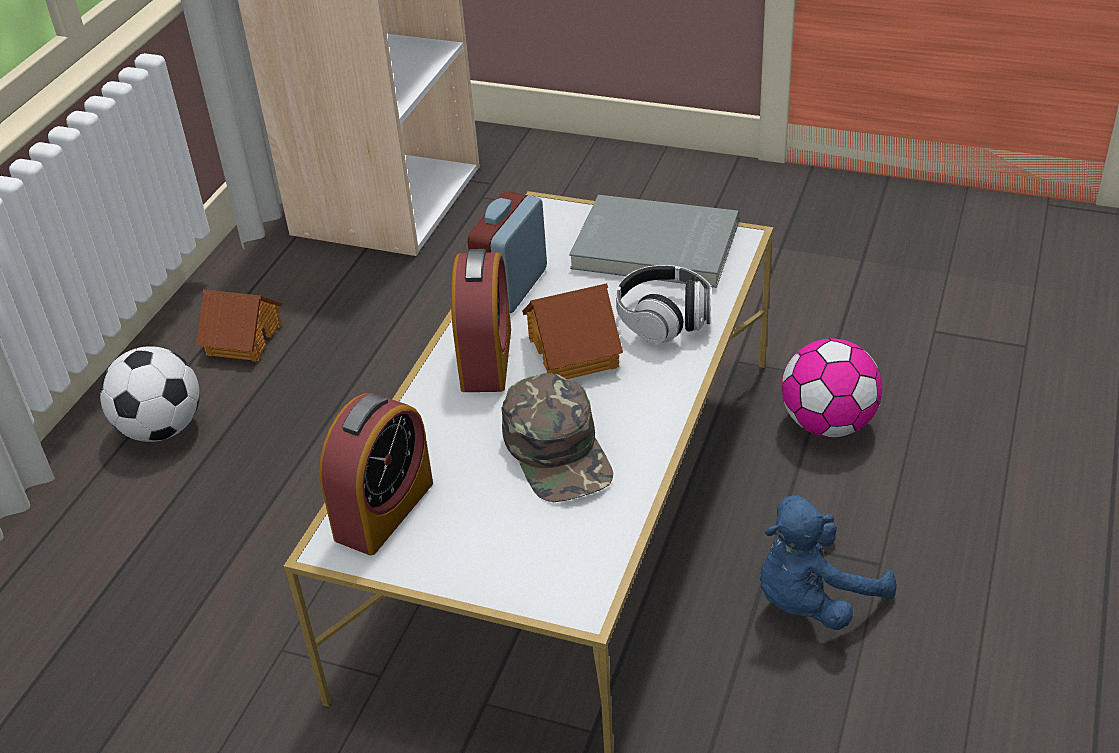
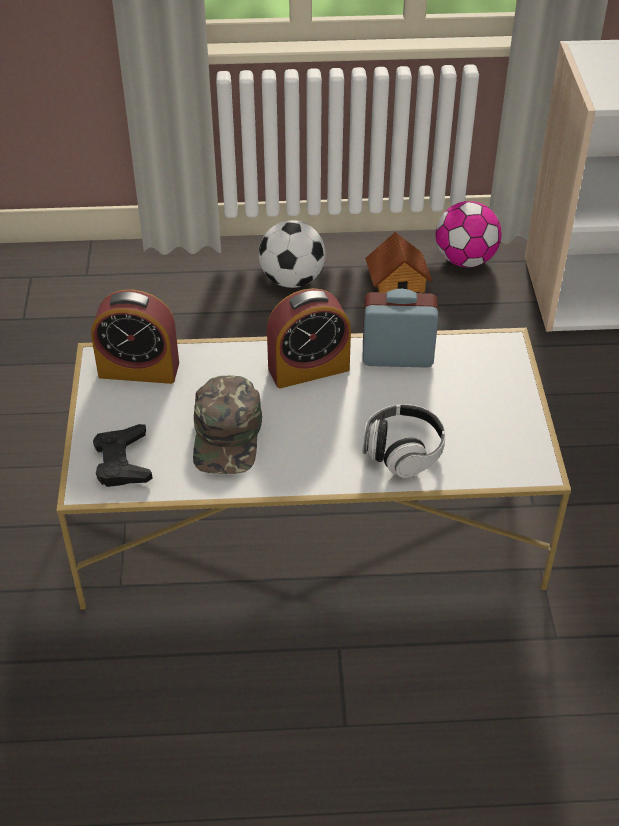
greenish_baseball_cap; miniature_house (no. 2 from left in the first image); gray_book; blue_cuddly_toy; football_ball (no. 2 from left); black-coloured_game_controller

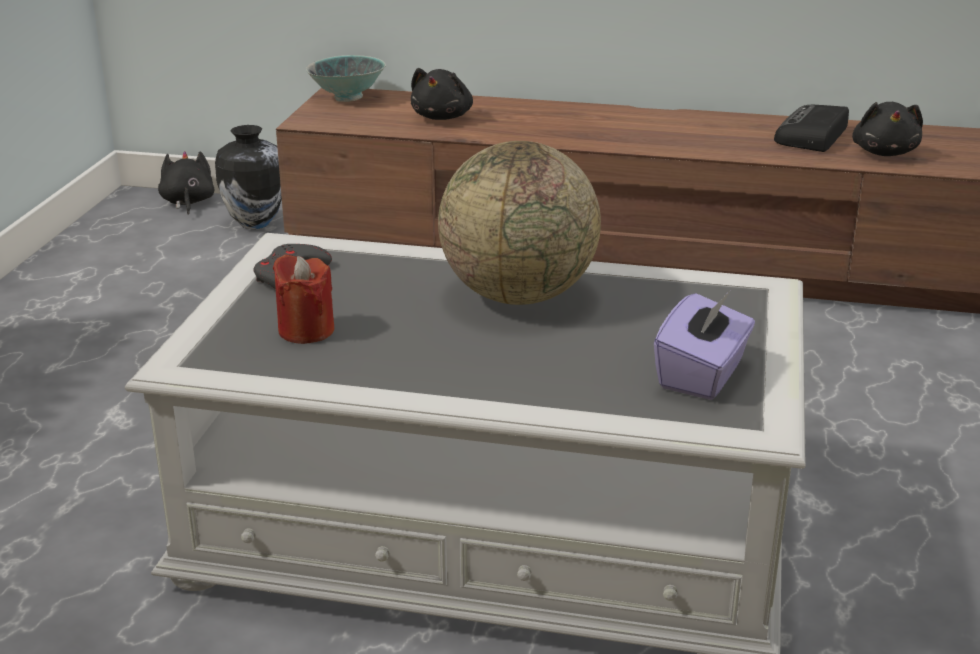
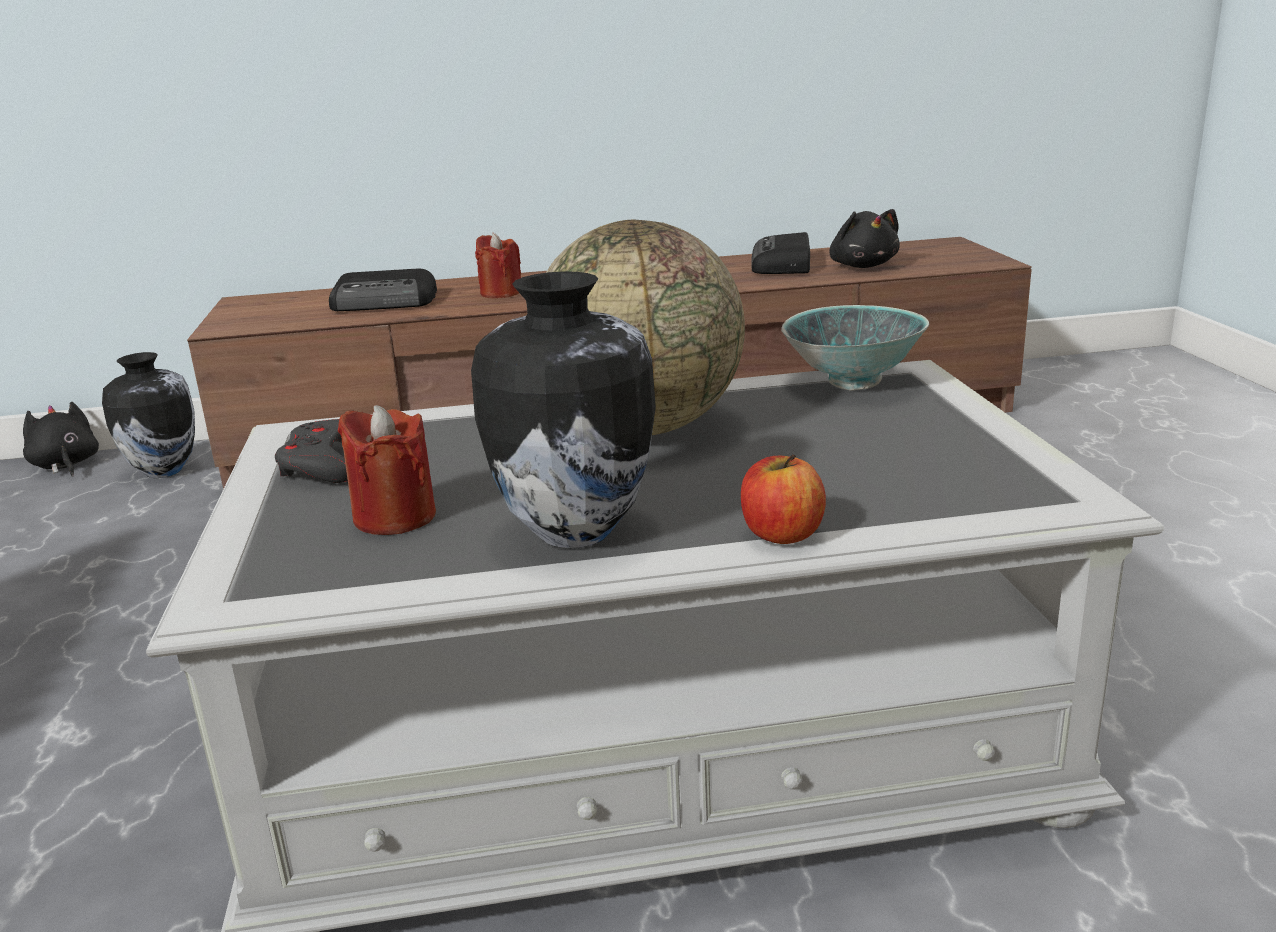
bowl; radio_receiver (no. 1 from left); purple_box_of_tissues; flower_vase (no. 2 from left); red-coloured_wax_light (no. 2 from left); whole_apple

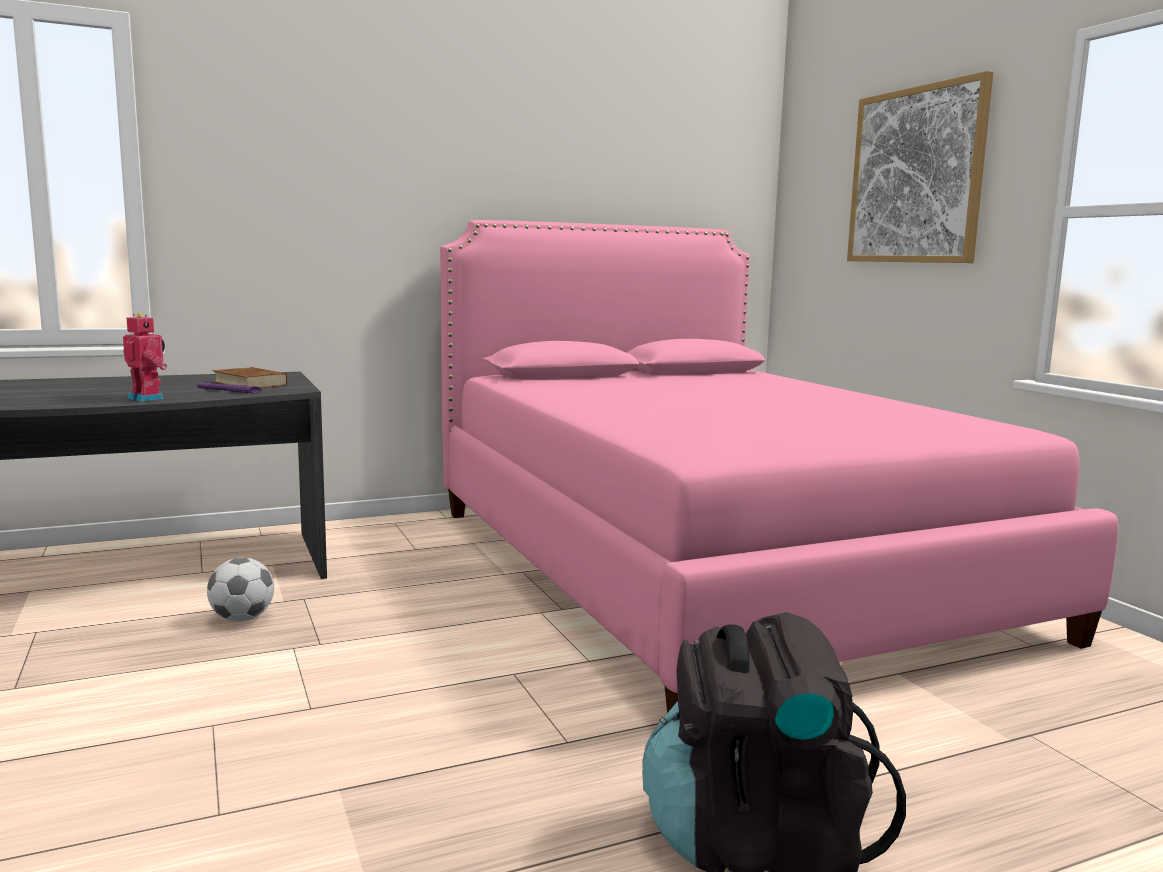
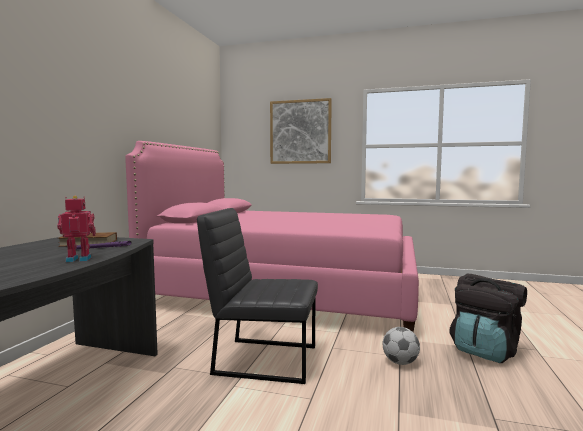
football_ball; gray_chair

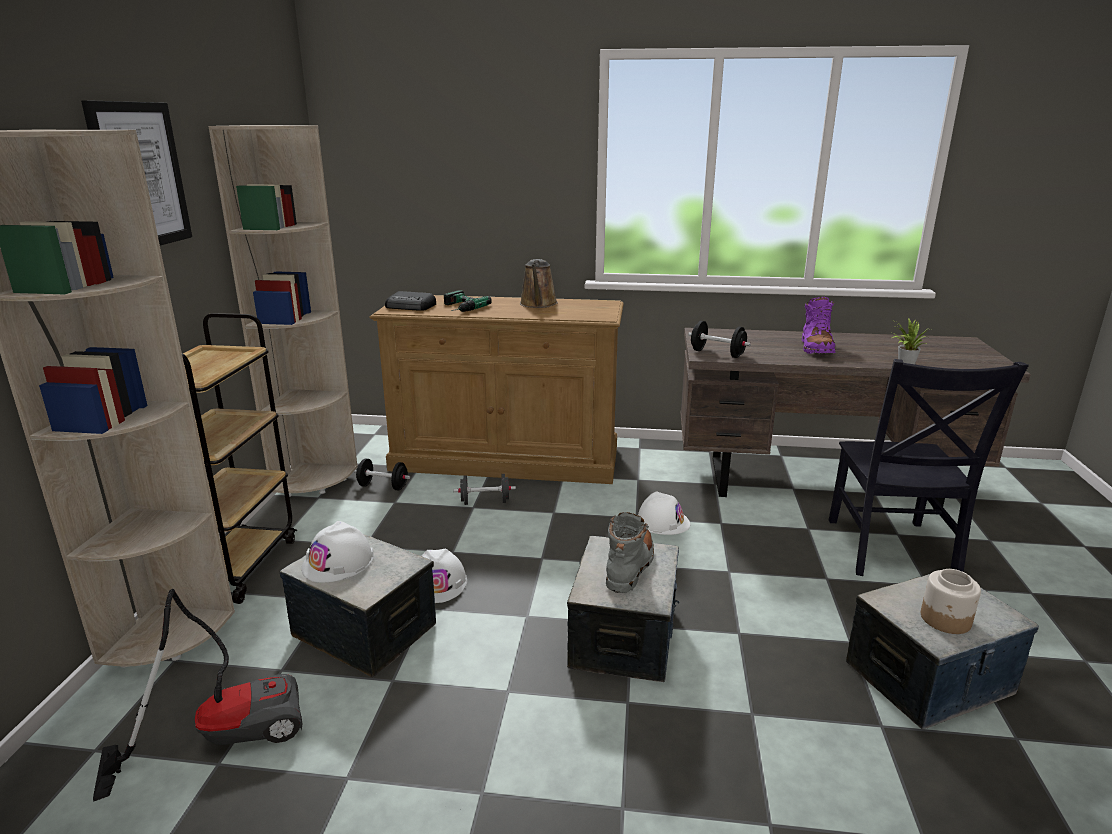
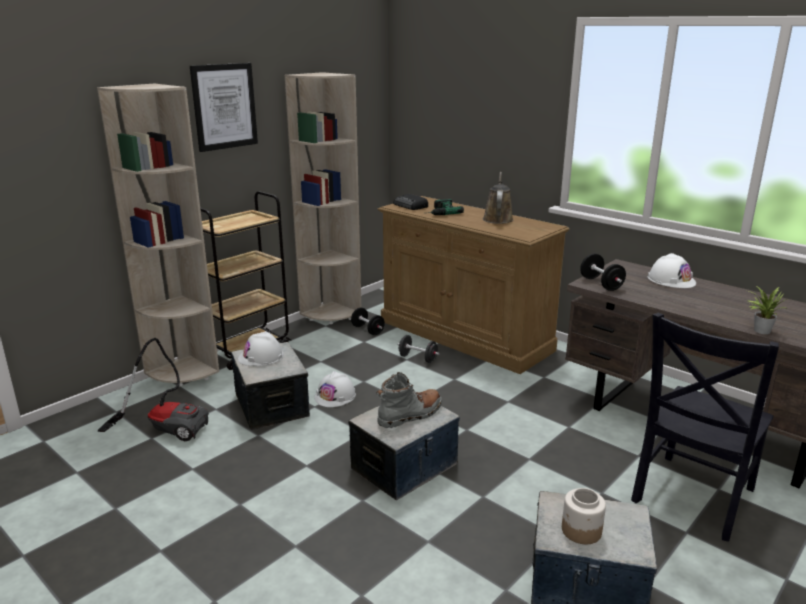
brown_watering_can; whitish_work_helmet (no. 3 from left); purple_tall_boot

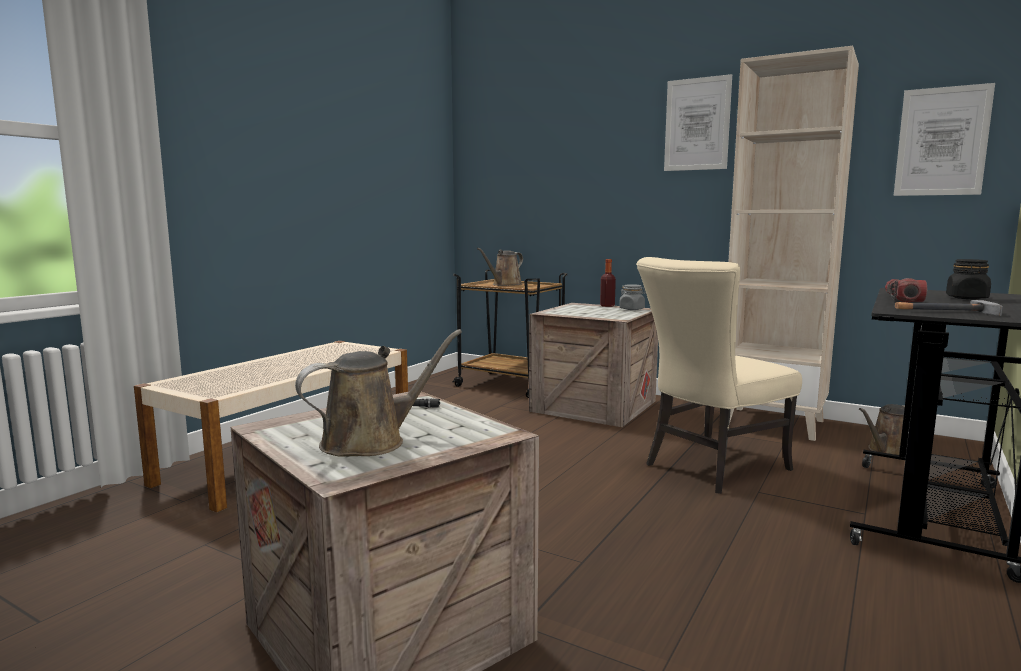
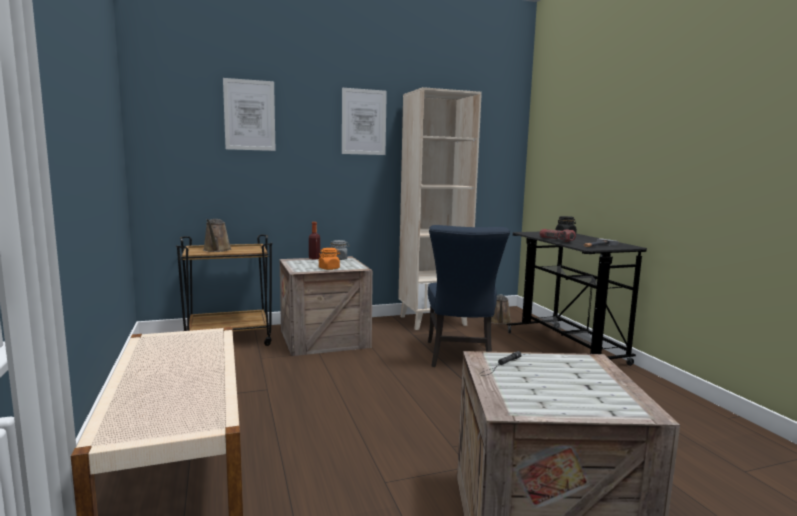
brown_watering_can (no. 1 from left in the first image); blue_chair; picture (no. 1 from left); orangey_storage_jar

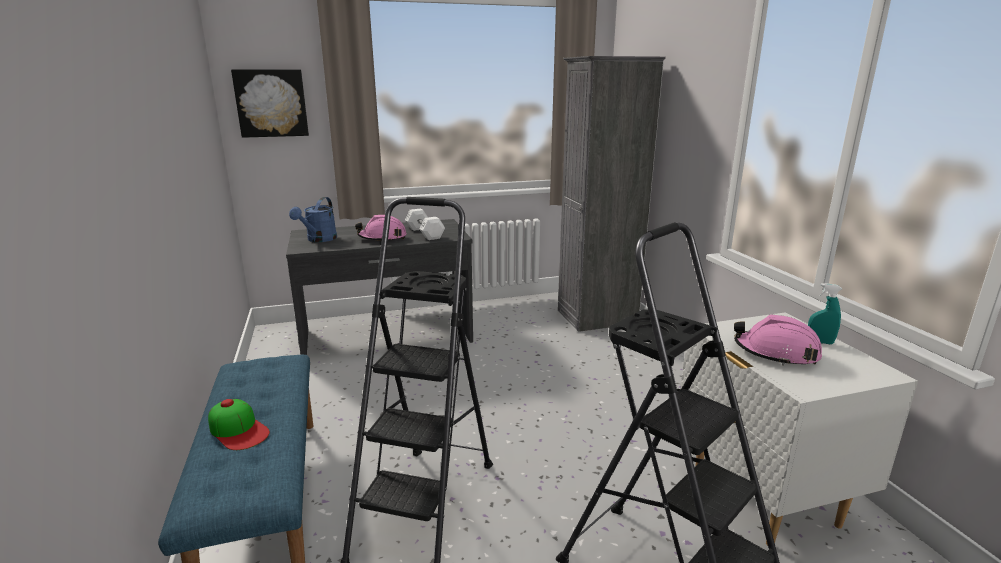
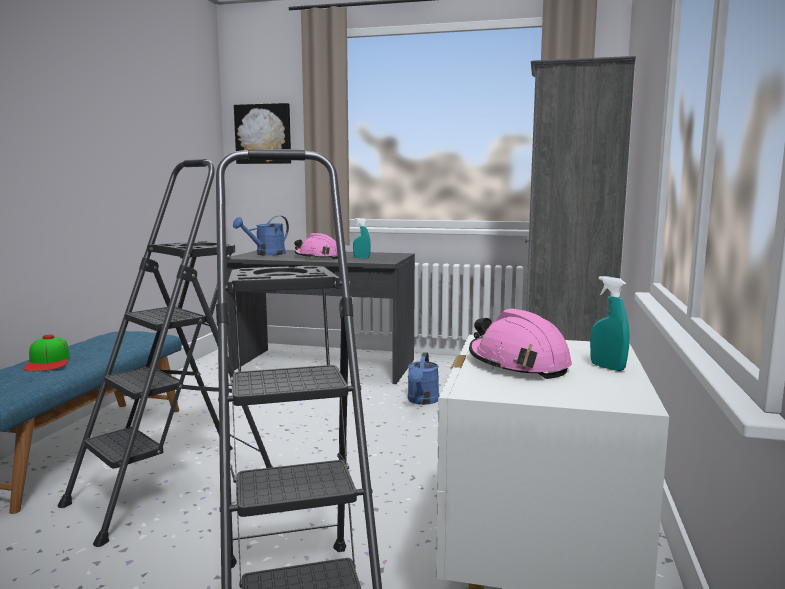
blue-green_spray_bottle (no. 1 from left); blue_watering_can (no. 2 from left)

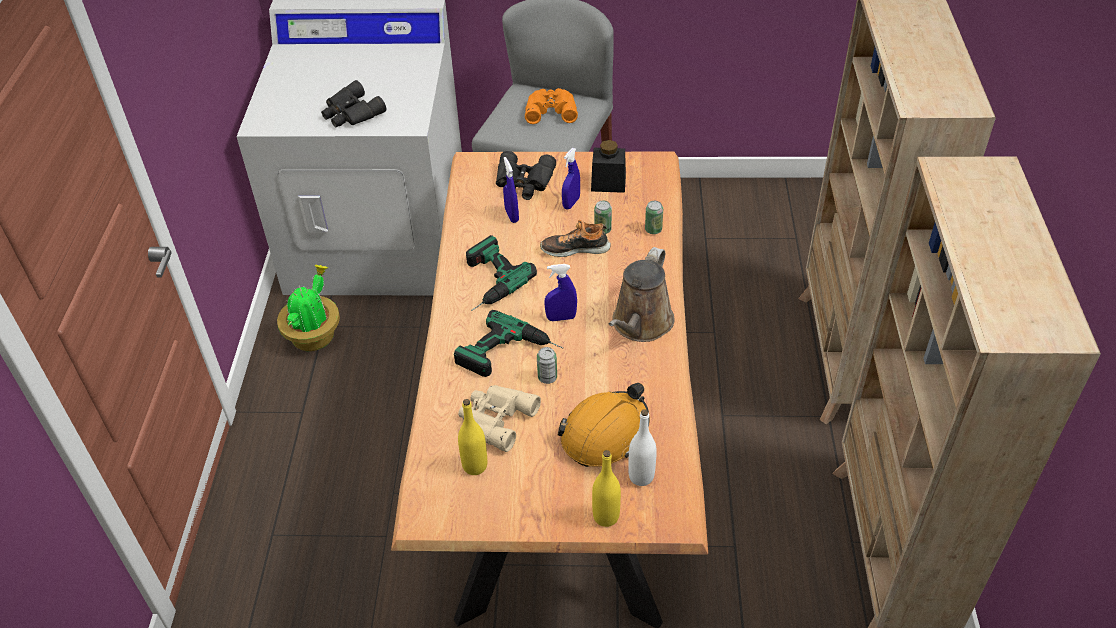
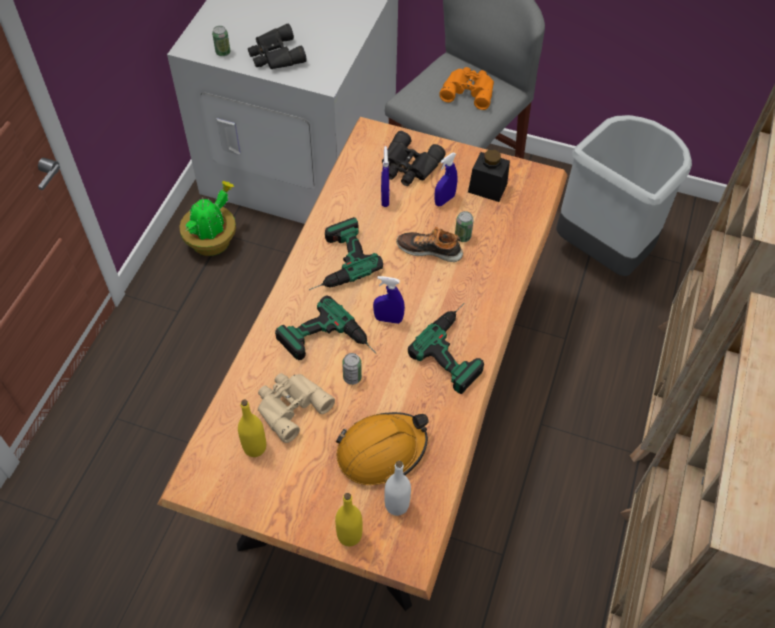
electric_drill (no. 3 from left); can (no. 1 from left); gray_rubbish_bin

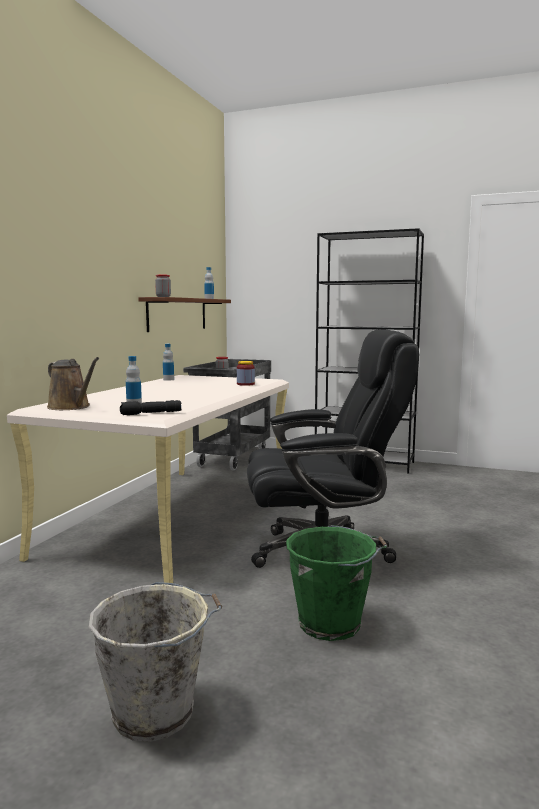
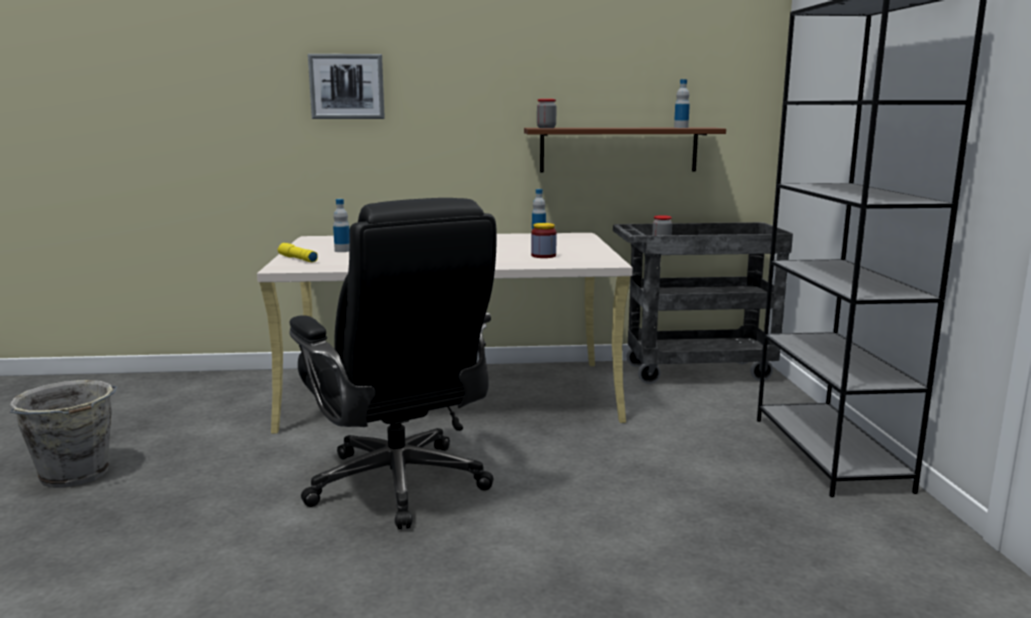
brown_watering_can; yellow-coloured_hand_torch; greenish_pail; picture

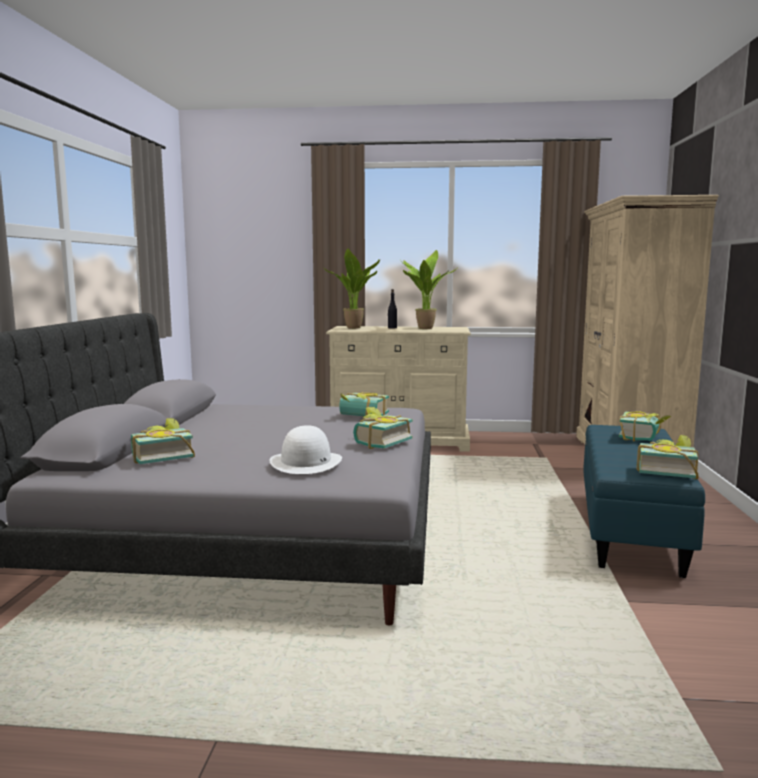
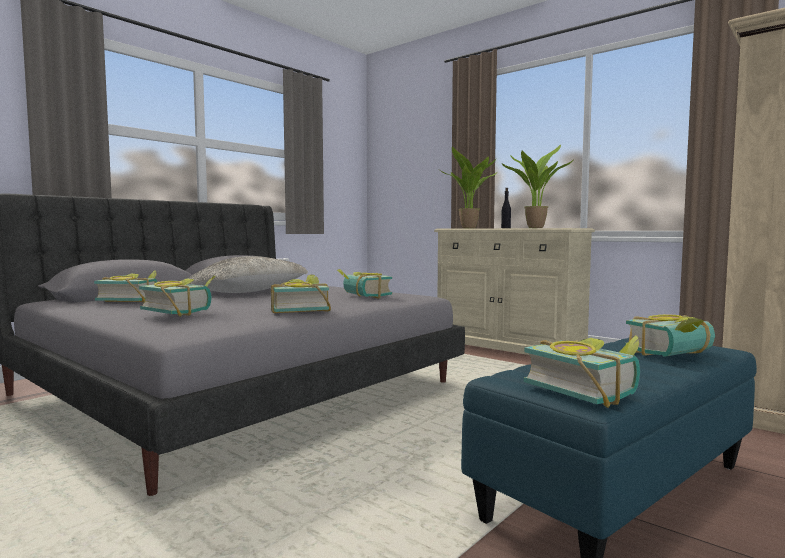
book (no. 2 from left); beige-coloured_throw_pillow

